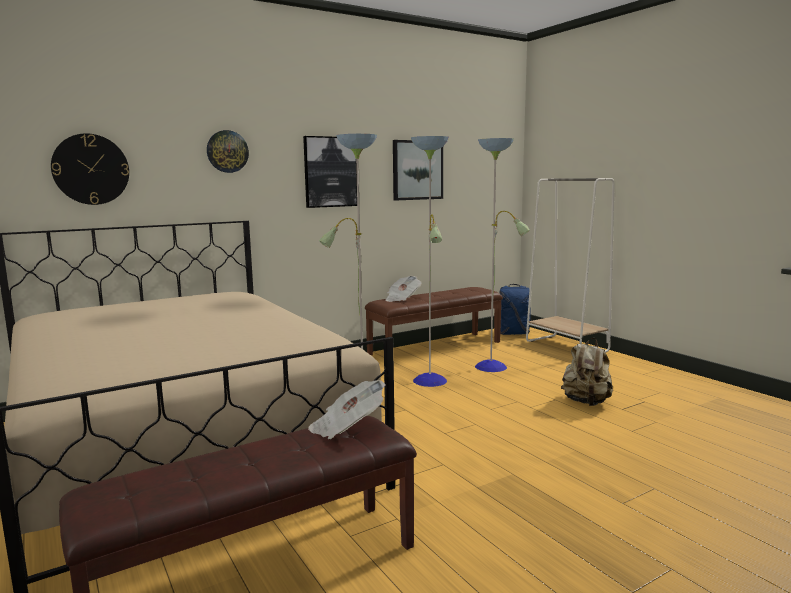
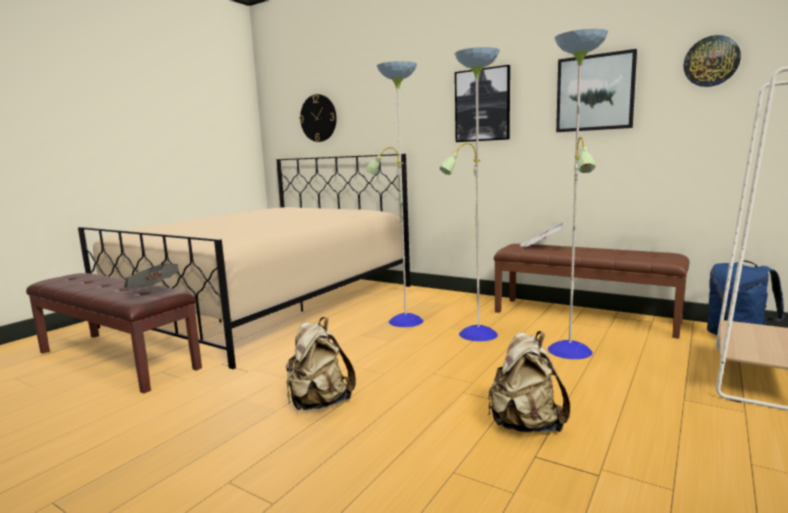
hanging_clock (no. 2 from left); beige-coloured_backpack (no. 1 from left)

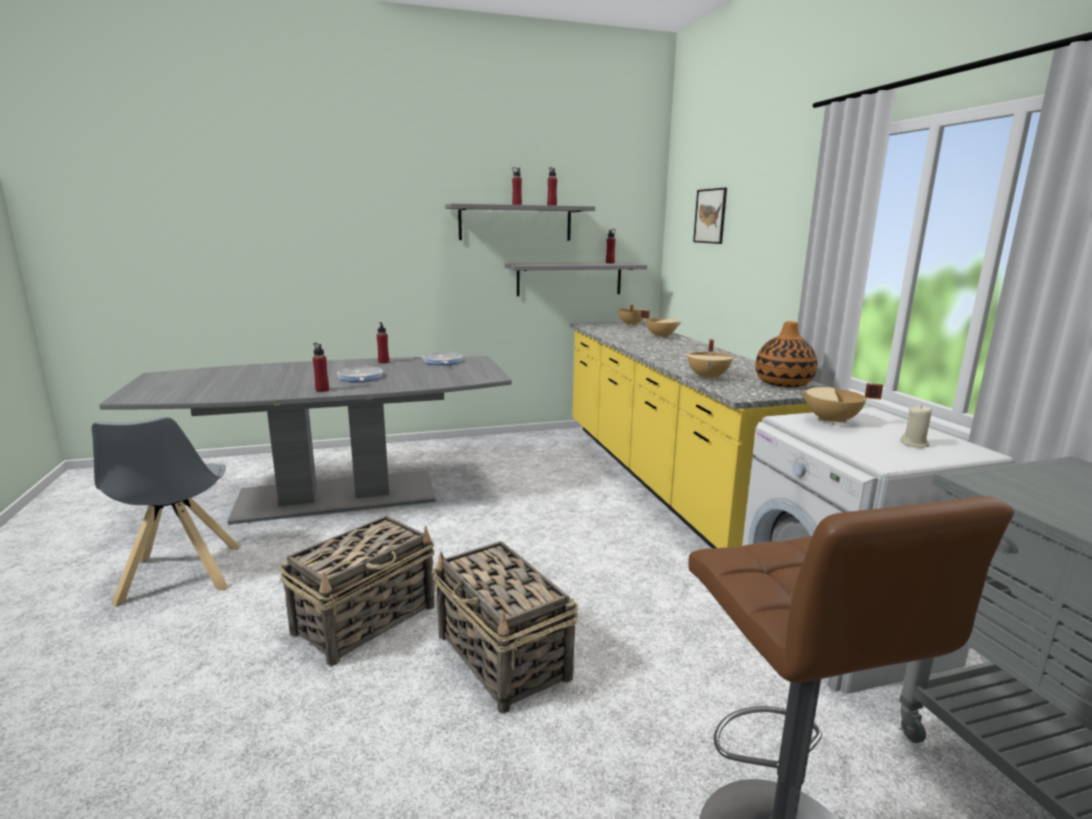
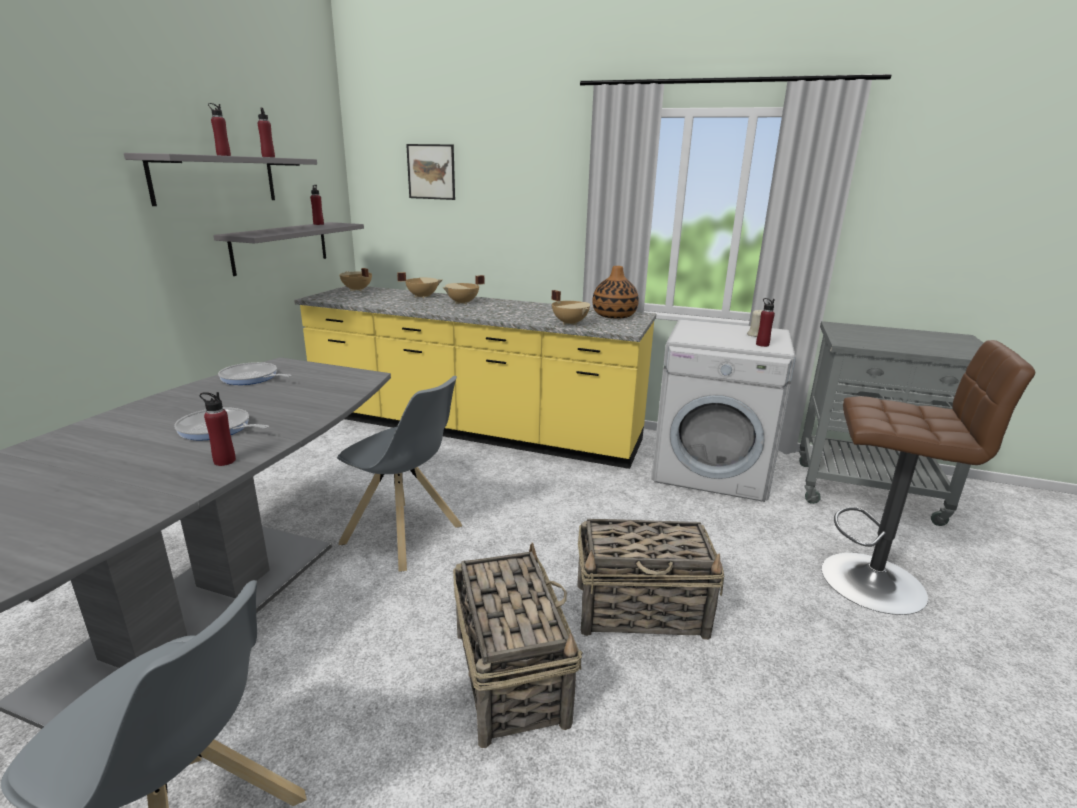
red-coloured_drink_bottle (no. 5 from left); beige-coloured_stockpot (no. 3 from left); gray_chair (no. 2 from left)

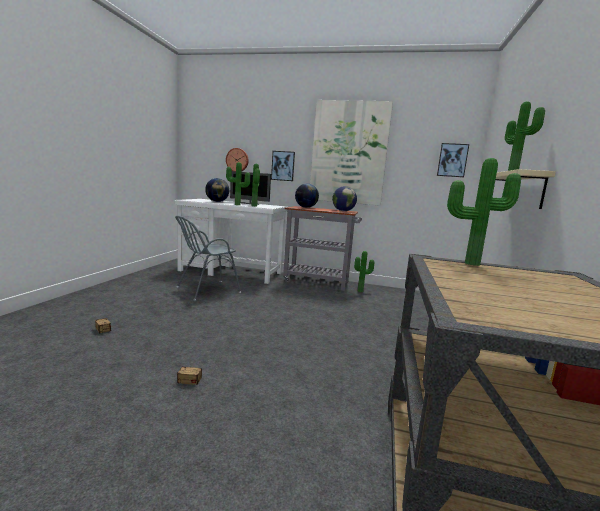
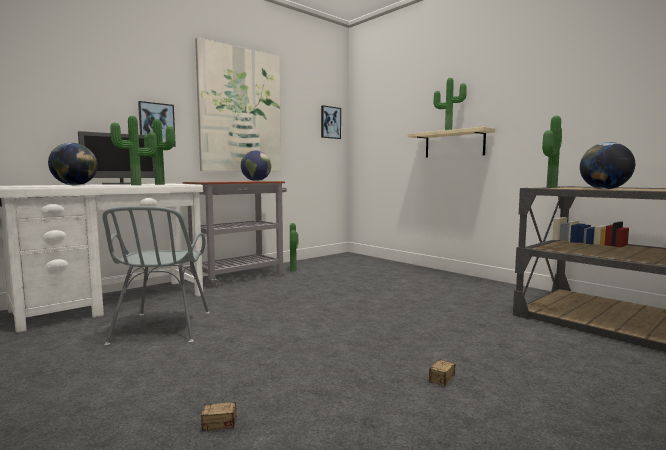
hanging_clock; desk_globe (no. 3 from left)

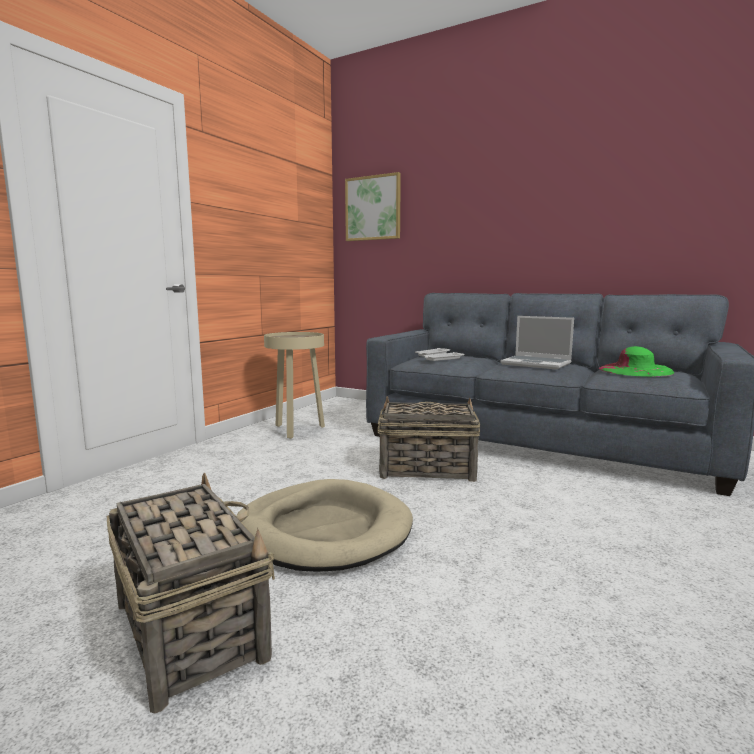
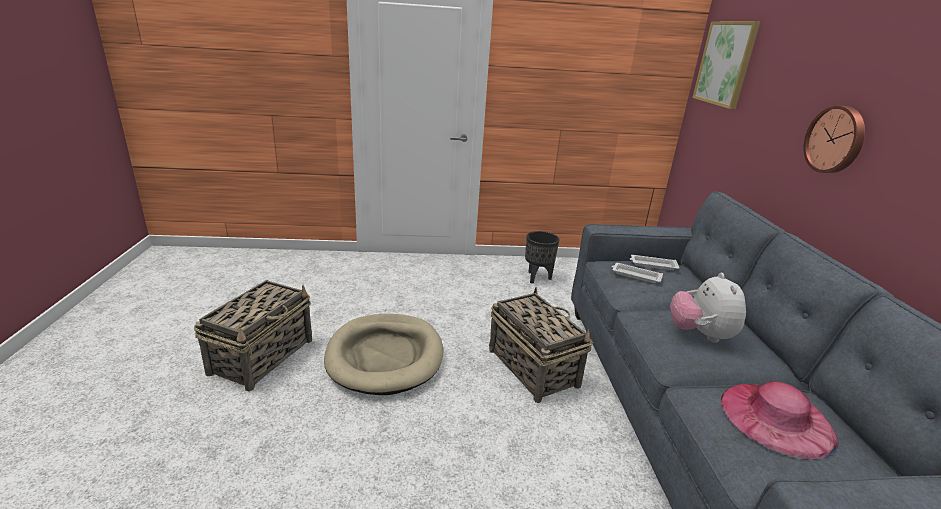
black-coloured_planter; cuddly_toy; pink_wearable_hat; hanging_clock

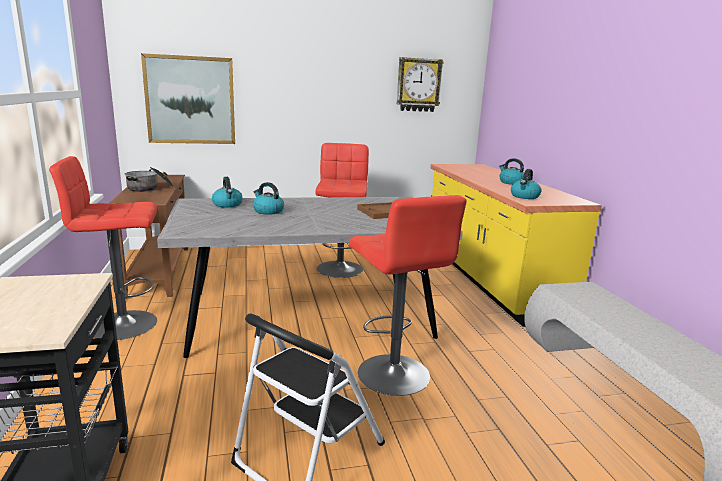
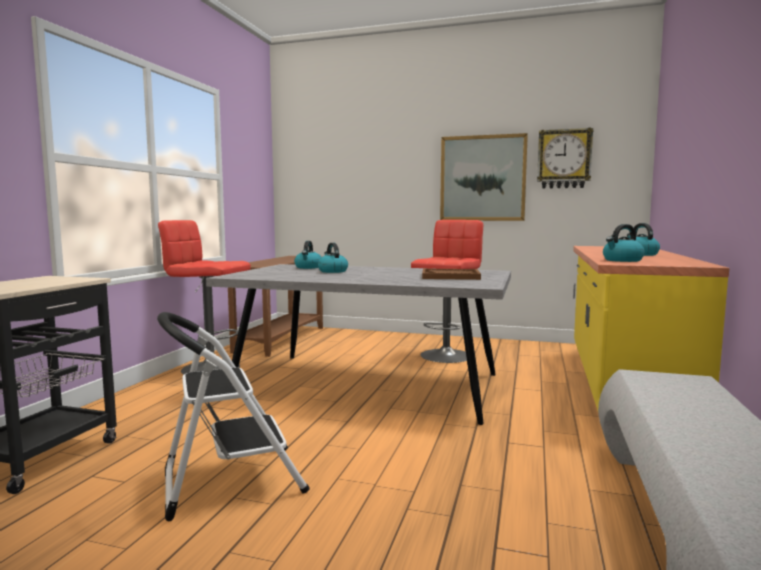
stockpot; picture; red-coloured_stool_seat (no. 3 from left in the first image)

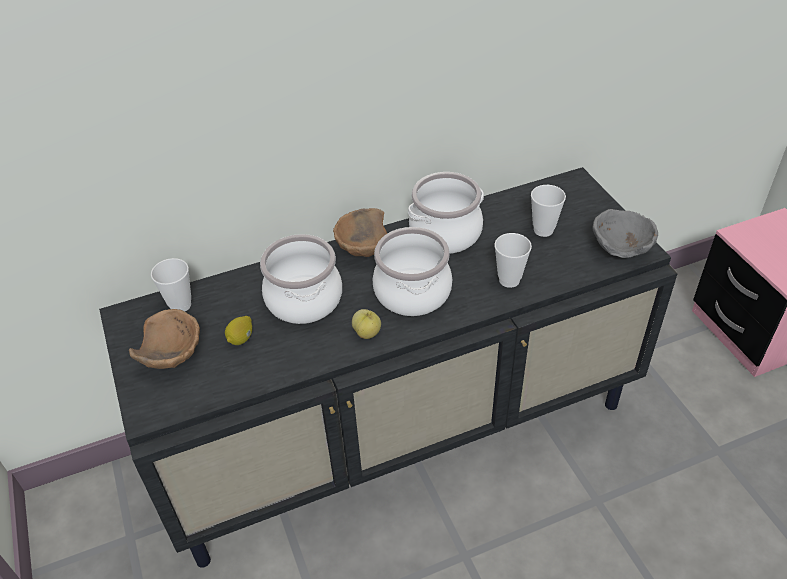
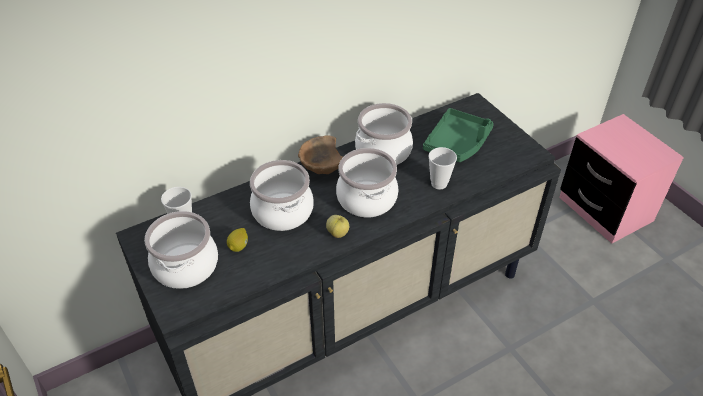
stockpot (no. 1 from left); greenish_tray; gray_bowl

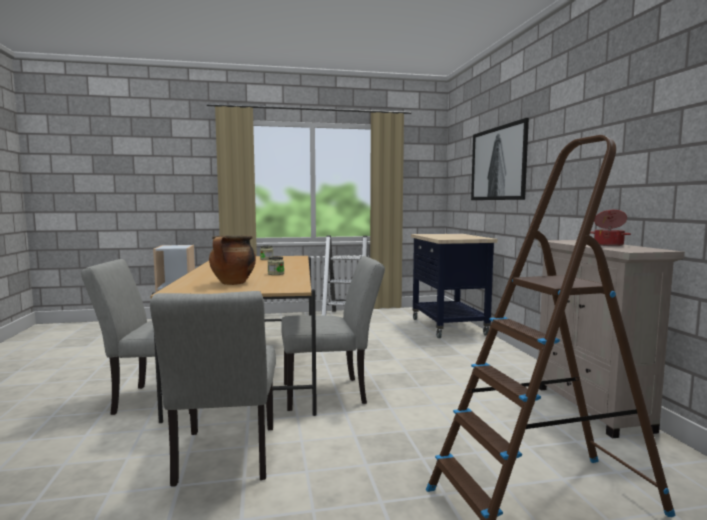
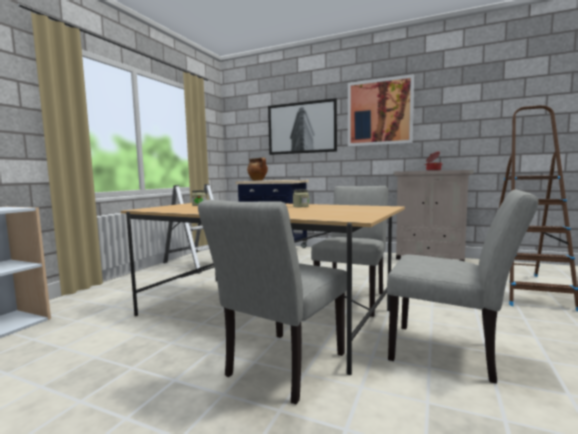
stockpot (no. 1 from left); picture (no. 2 from left)

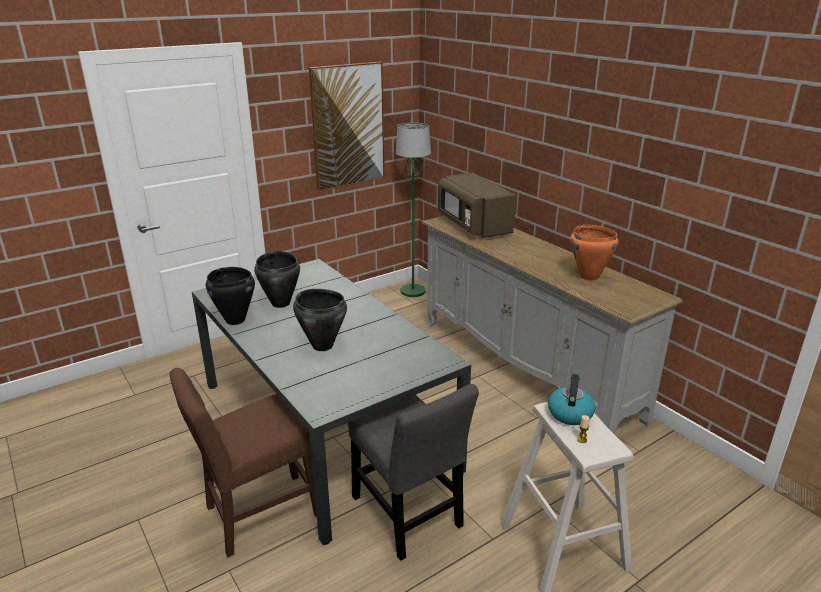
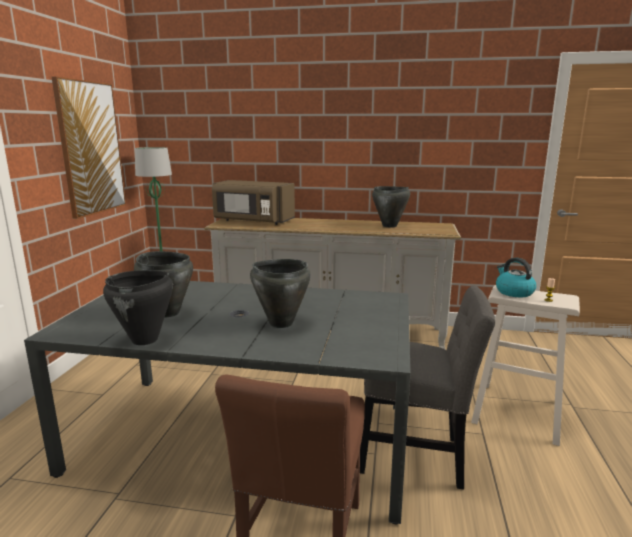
black-coloured_stockpot (no. 4 from left)

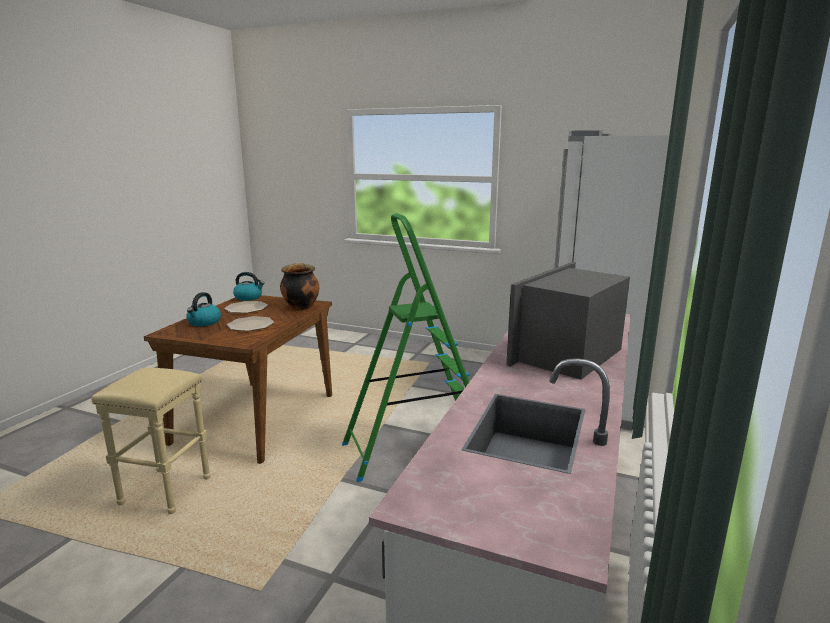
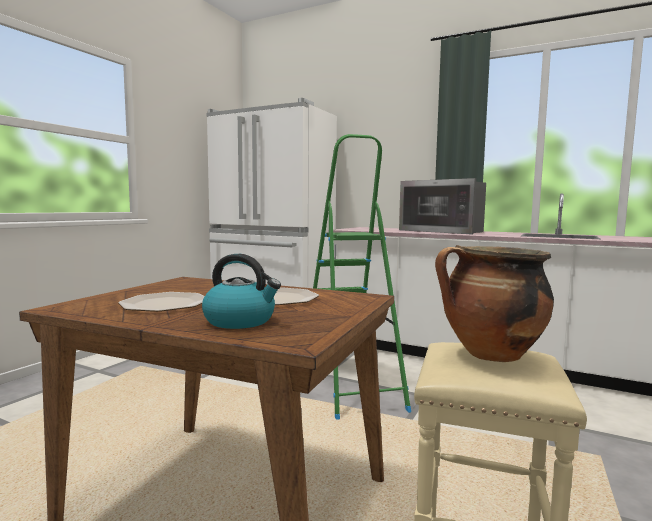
kettle (no. 2 from left in the first image); stockpot

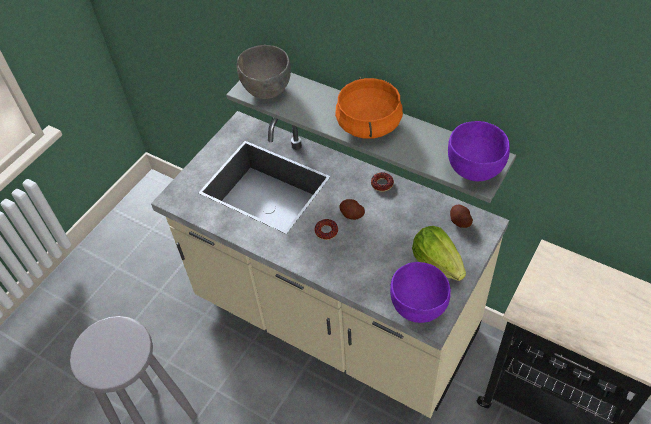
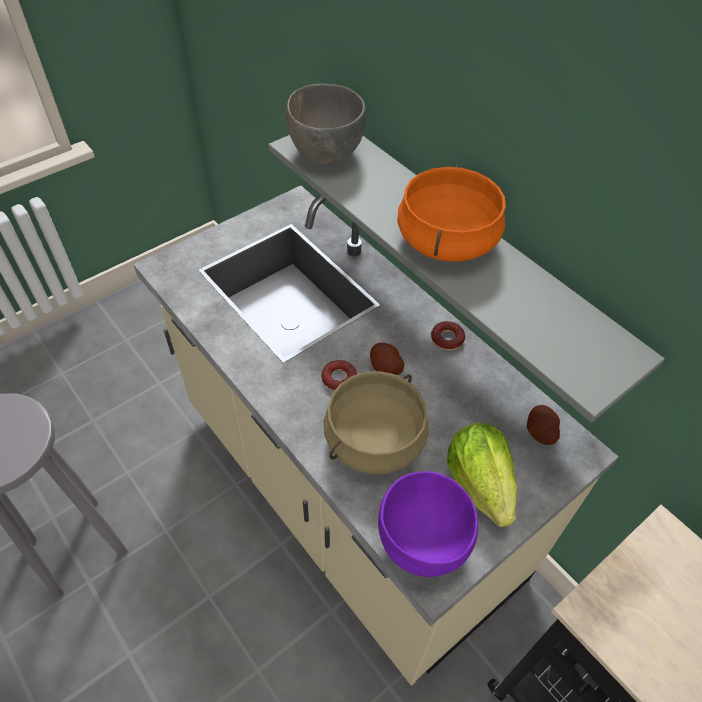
purple_bowl (no. 2 from left in the first image); beige-coloured_stockpot

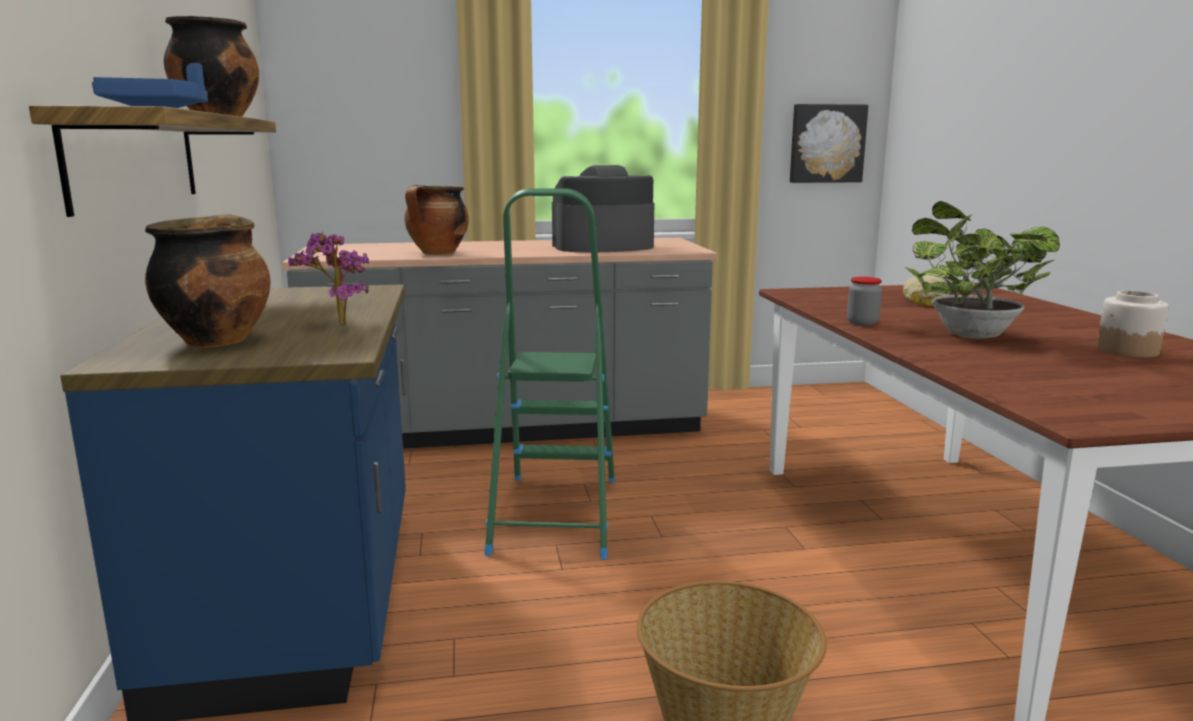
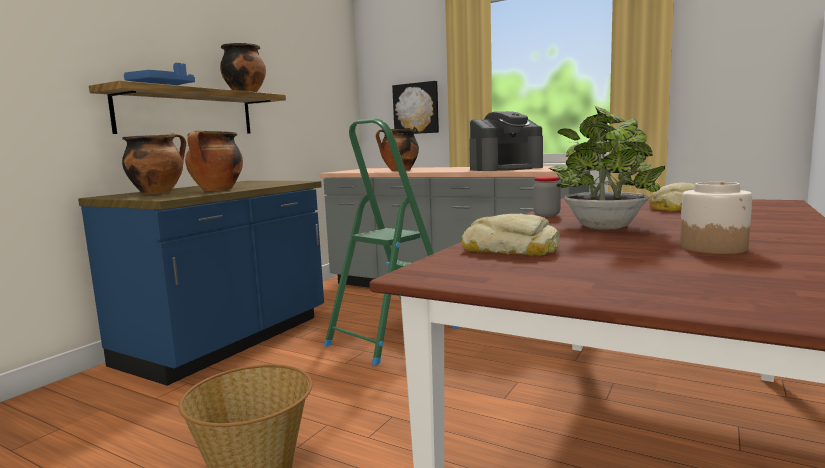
stockpot (no. 2 from left); coffee_machine; picture; baked_bread (no. 1 from left)

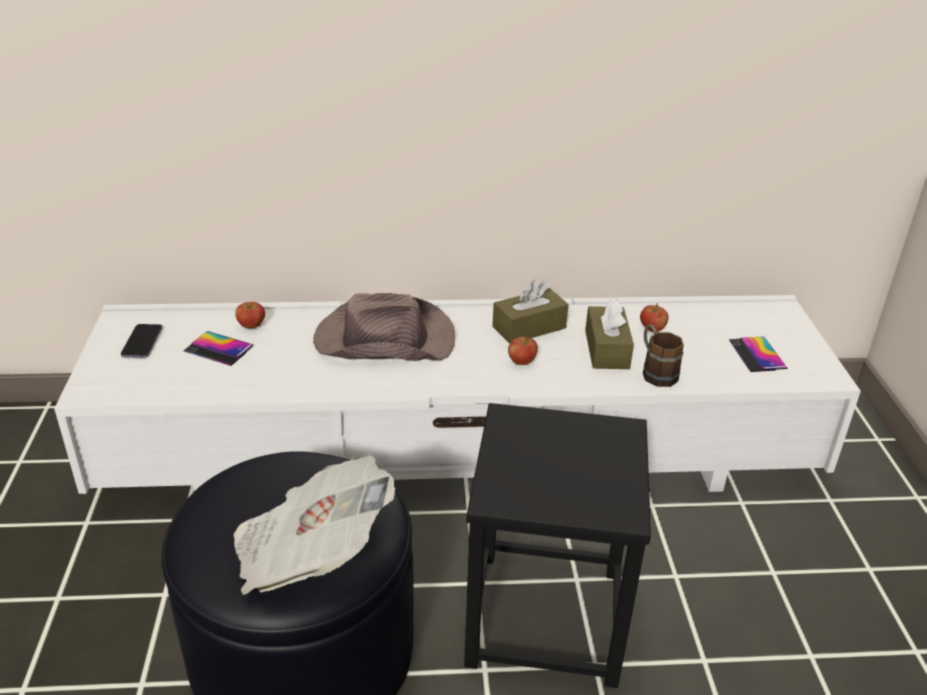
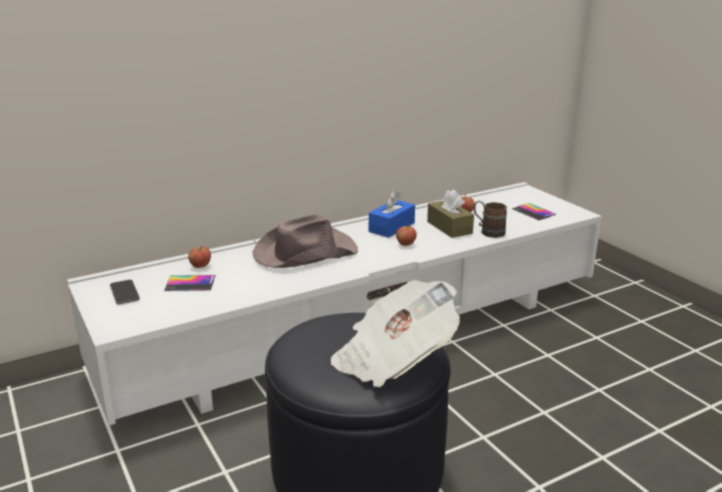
black-coloured_stool_seat; blue_box_of_tissues

